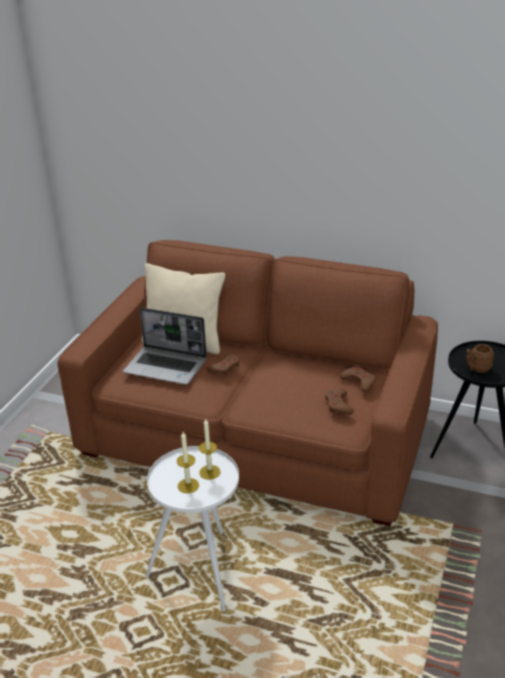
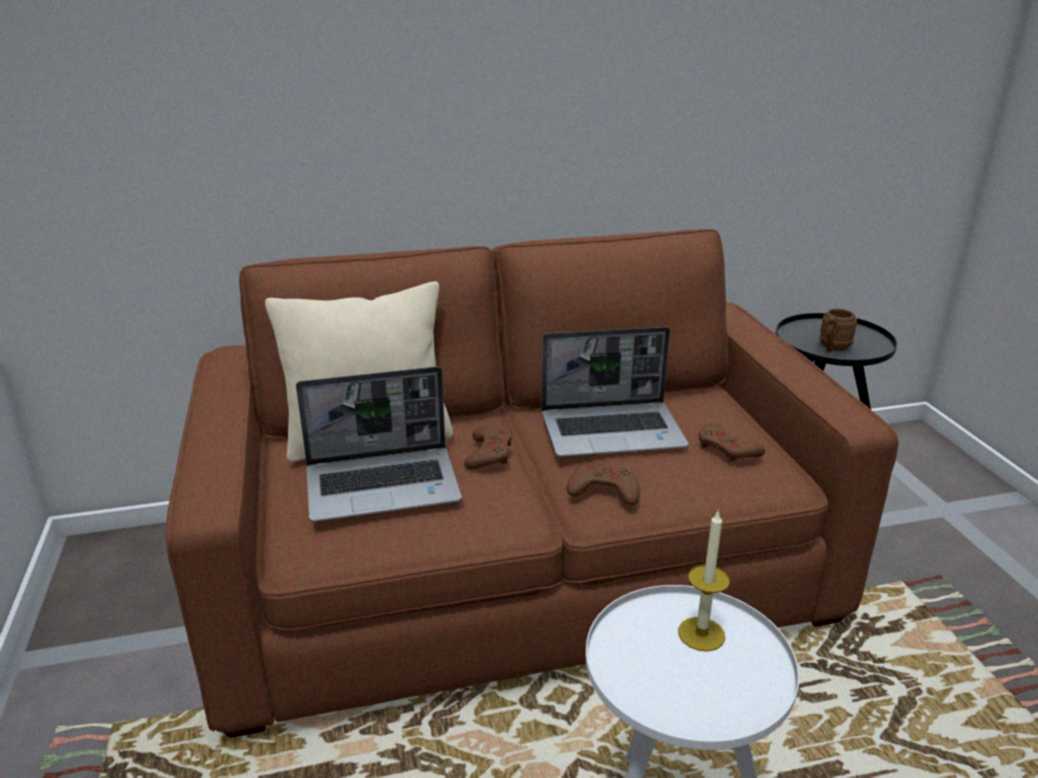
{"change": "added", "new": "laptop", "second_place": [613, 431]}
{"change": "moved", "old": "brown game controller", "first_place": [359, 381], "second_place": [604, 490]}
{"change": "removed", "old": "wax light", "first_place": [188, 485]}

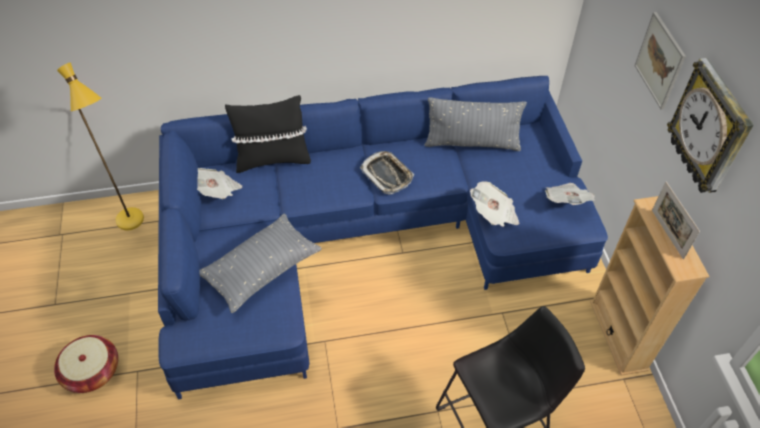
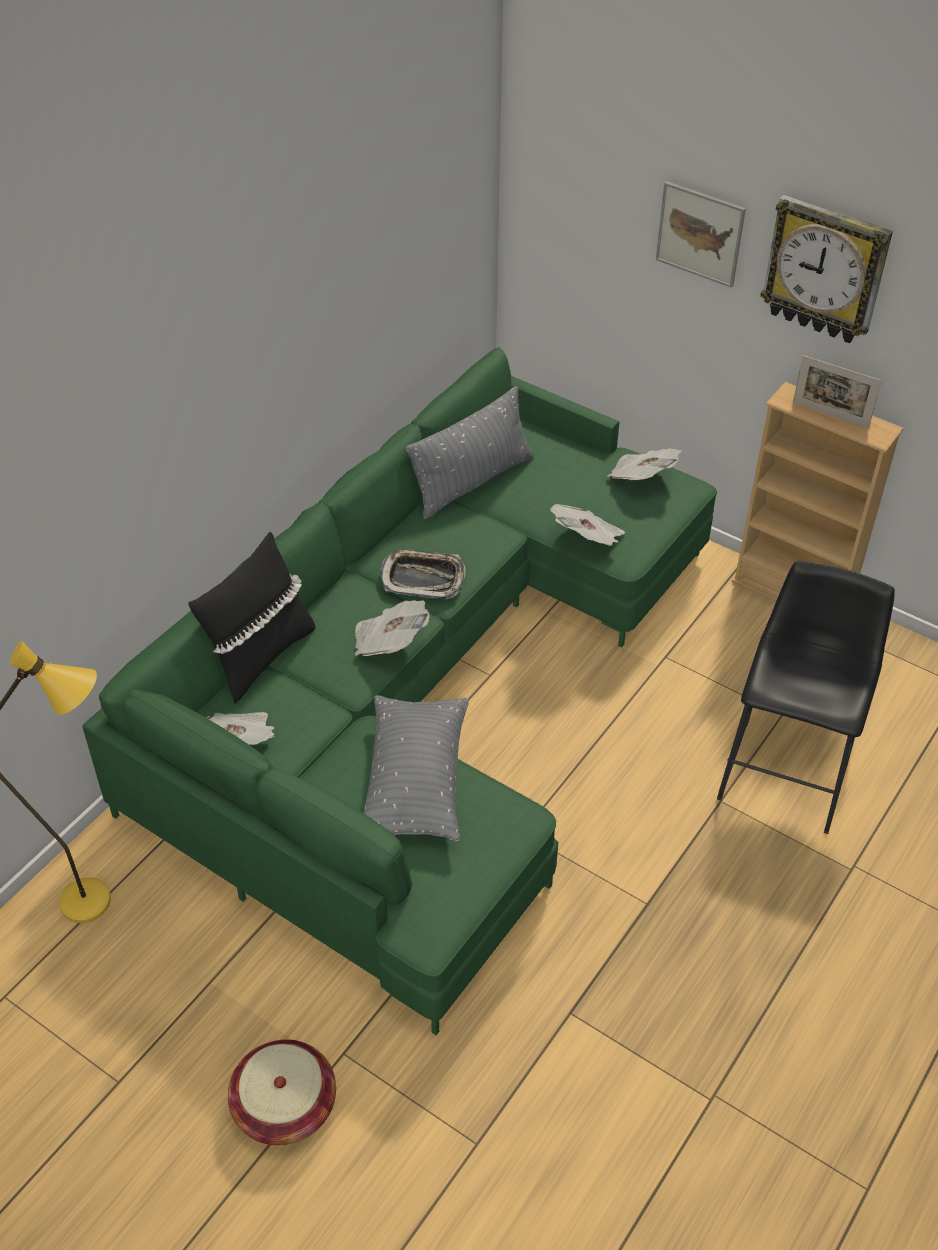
{"change": "recoloured", "old": "blue settee", "new": "greenish settee", "first_place": [361, 236], "second_place": [421, 692]}
{"change": "added", "new": "newspaper", "second_place": [389, 642]}

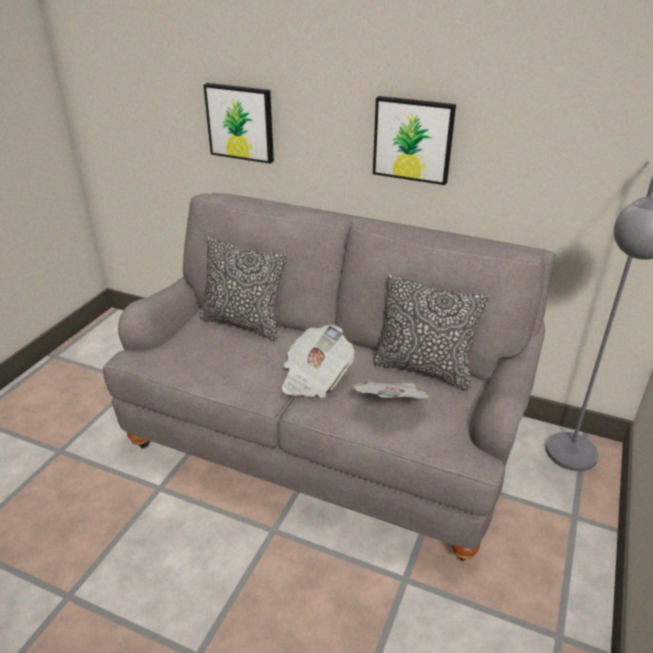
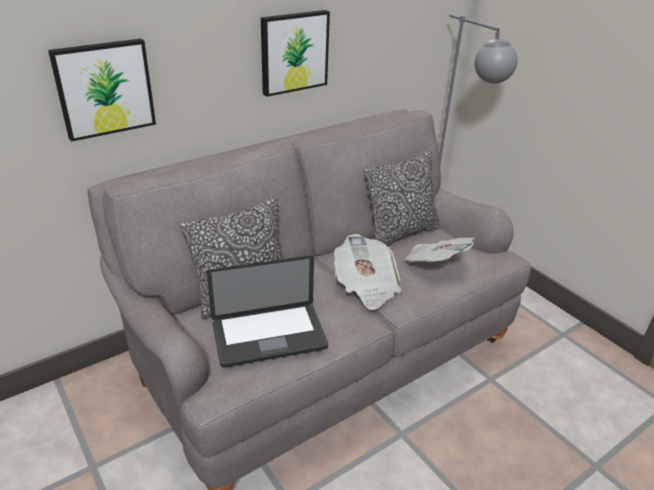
{"change": "added", "new": "laptop", "second_place": [269, 336]}

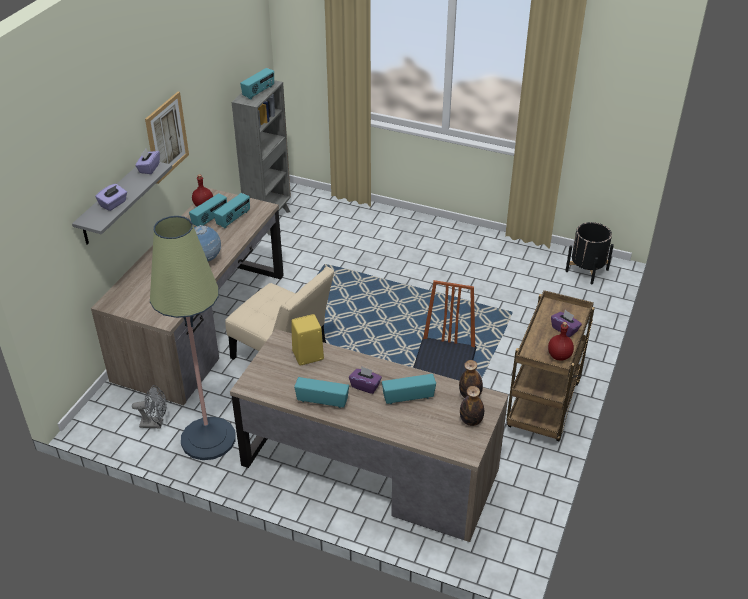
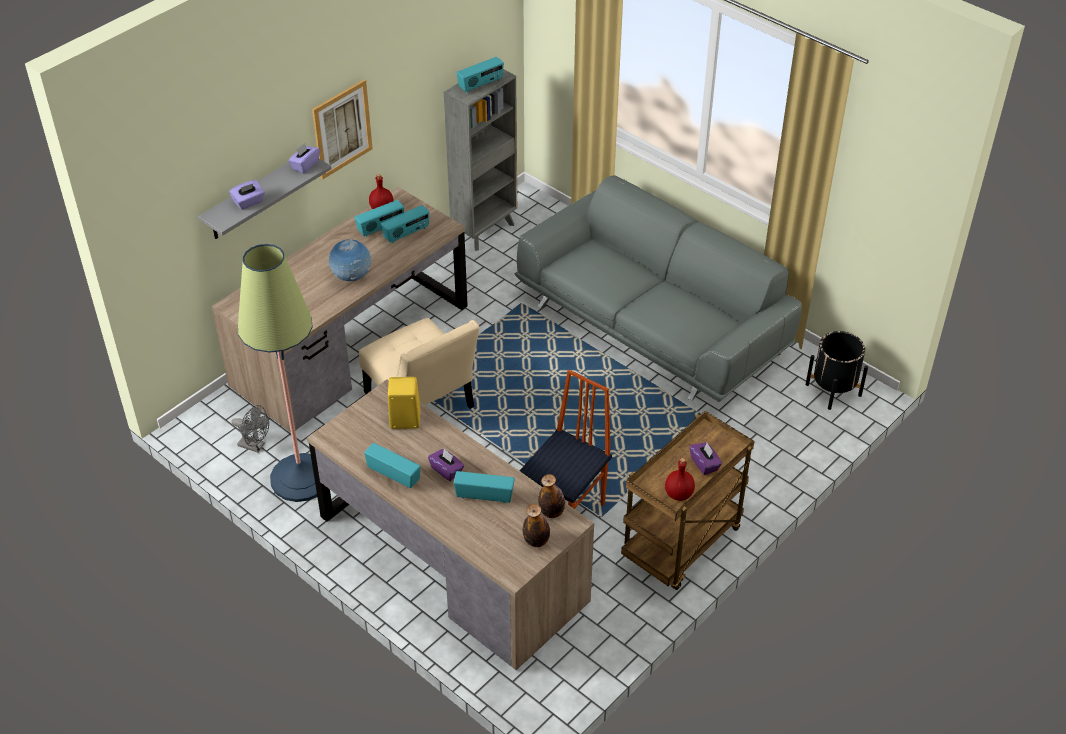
{"change": "added", "new": "gray settee", "second_place": [653, 326]}

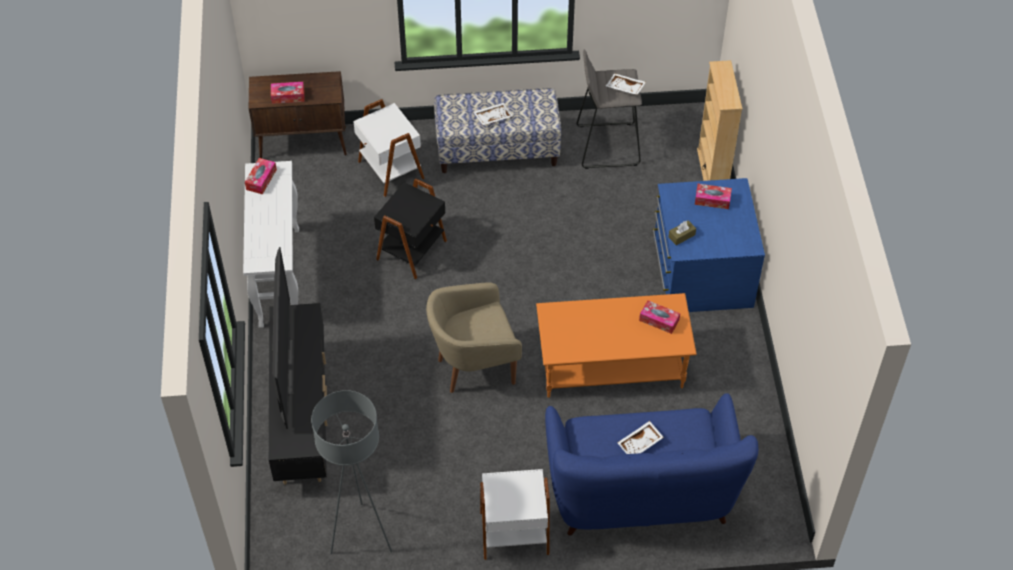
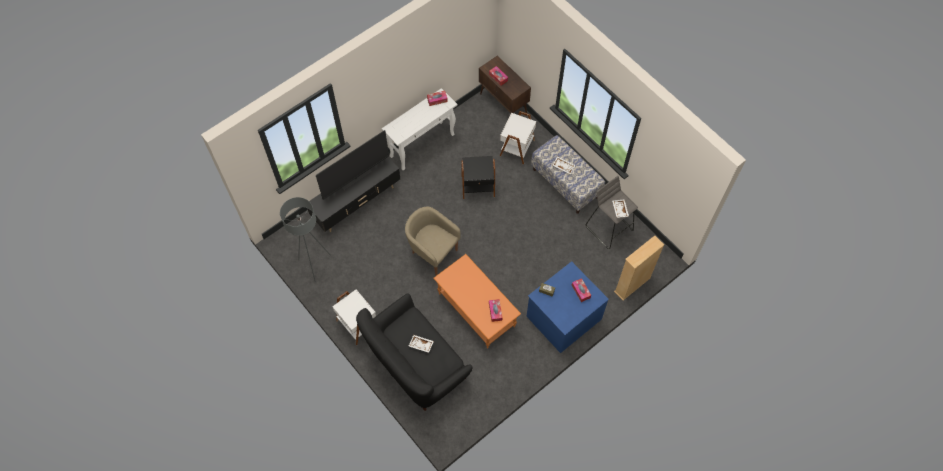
{"change": "recoloured", "old": "blue settee", "new": "black-coloured settee", "first_place": [640, 492], "second_place": [415, 364]}

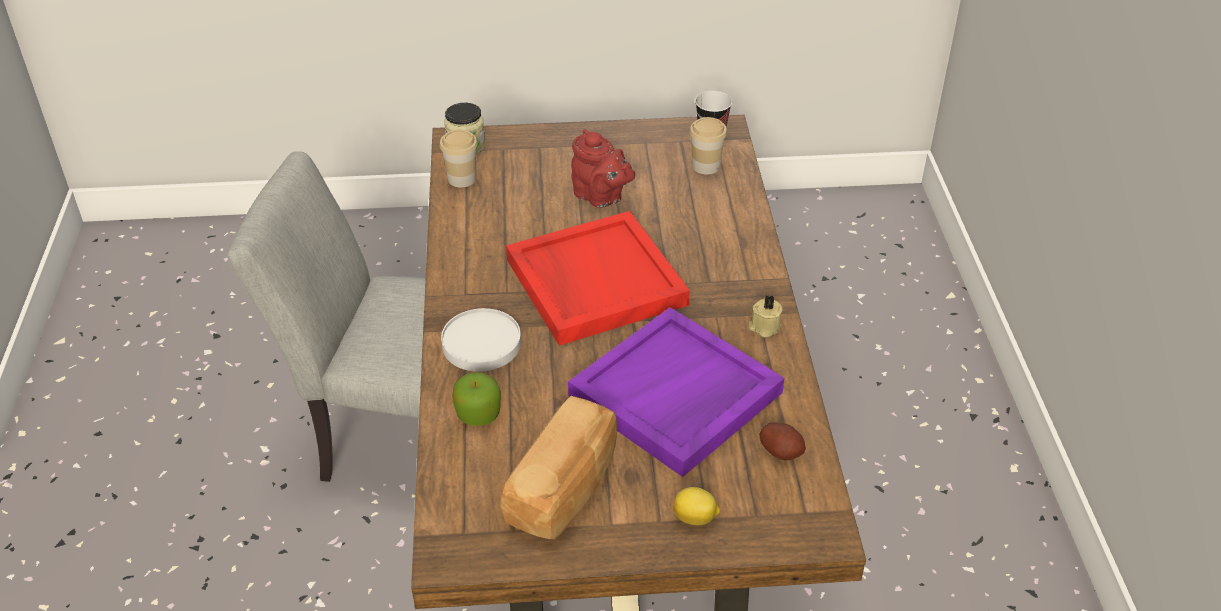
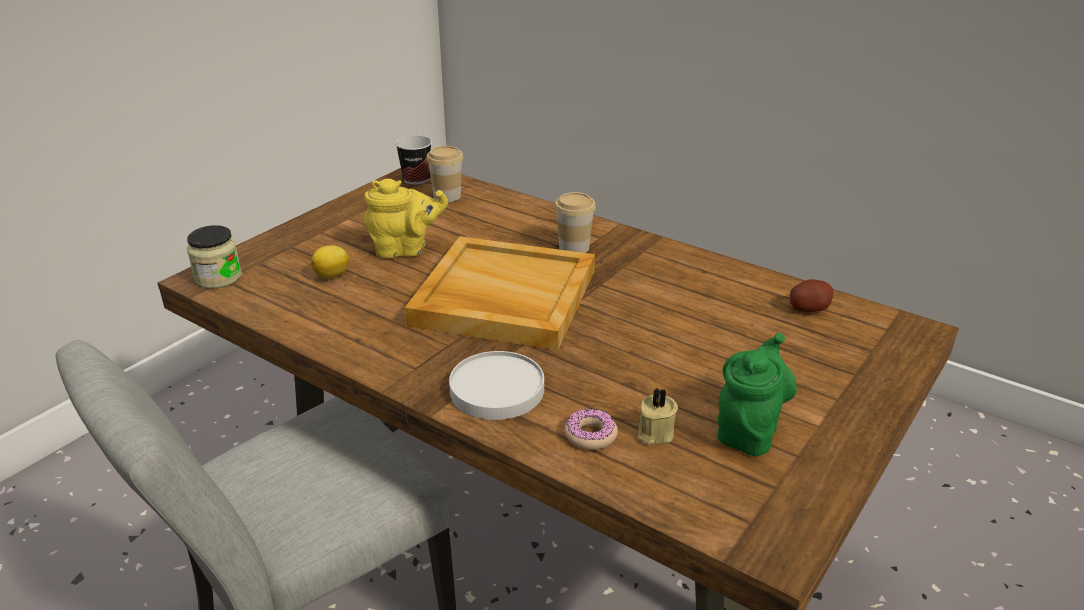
{"change": "moved", "old": "whole lemon", "first_place": [695, 518], "second_place": [333, 275]}
{"change": "recoloured", "old": "red teapot", "new": "yellow-coloured teapot", "first_place": [601, 197], "second_place": [405, 249]}
{"change": "recoloured", "old": "red serving tray", "new": "sand-coloured serving tray", "first_place": [594, 281], "second_place": [503, 298]}
{"change": "moved", "old": "small cup", "first_place": [462, 179], "second_place": [574, 247]}
{"change": "replaced", "old": "apple", "new": "ring doughnut", "first_place": [478, 413], "second_place": [590, 435]}
{"change": "moved", "old": "sand-coloured wax light", "first_place": [764, 327], "second_place": [654, 433]}
{"change": "replaced", "old": "bread", "new": "greenish teapot", "first_place": [565, 488], "second_place": [749, 430]}
{"change": "removed", "old": "purple-coloured serving tray", "first_place": [675, 396]}

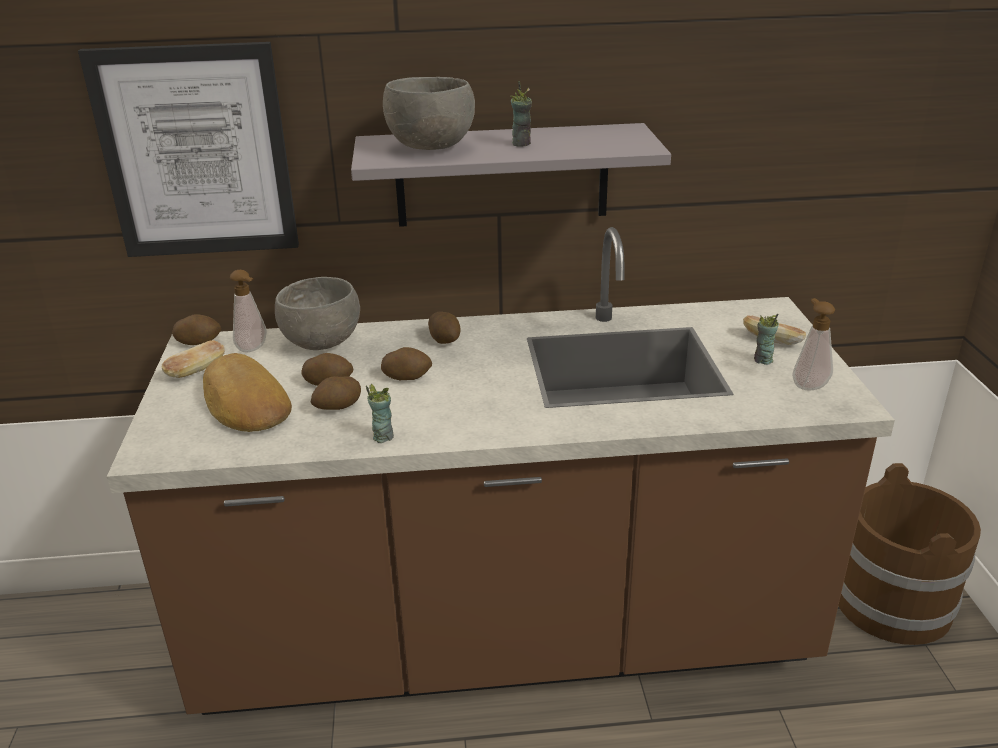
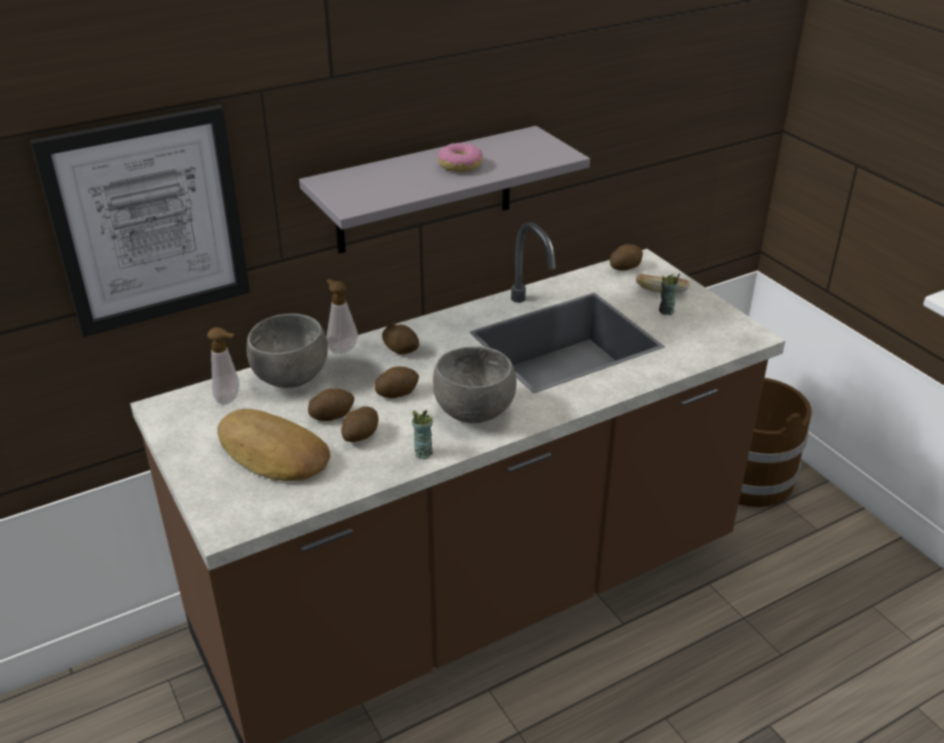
{"change": "moved", "old": "liquid soap bottle", "first_place": [808, 385], "second_place": [341, 348]}
{"change": "moved", "old": "gray deep dish", "first_place": [432, 147], "second_place": [475, 412]}
{"change": "replaced", "old": "small cup", "new": "ring doughnut", "first_place": [521, 143], "second_place": [460, 165]}
{"change": "moved", "old": "potato", "first_place": [199, 342], "second_place": [625, 267]}
{"change": "removed", "old": "bread", "first_place": [197, 371]}

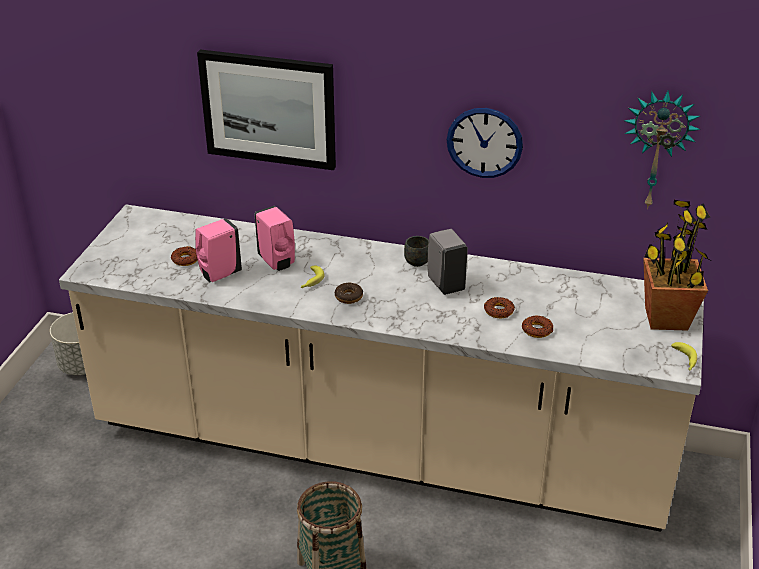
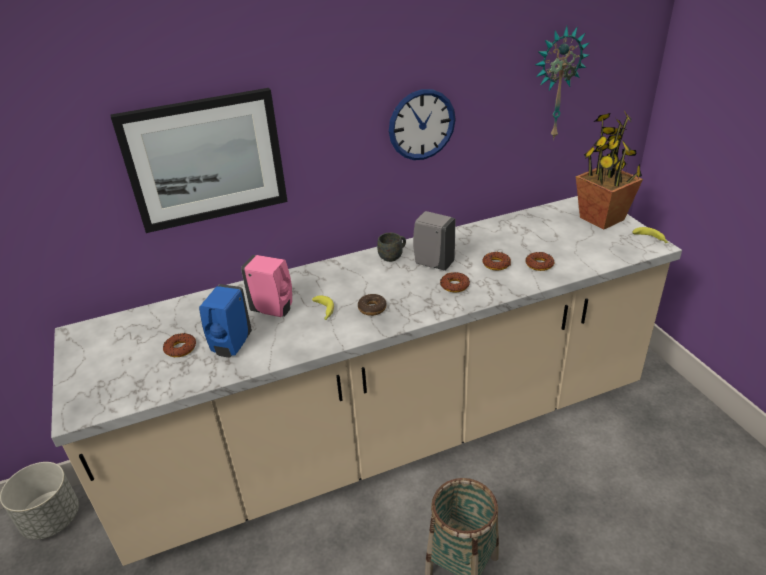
{"change": "recoloured", "old": "pink-coloured liquid soap bottle", "new": "blue liquid soap bottle", "first_place": [219, 274], "second_place": [231, 346]}
{"change": "added", "new": "ring doughnut", "second_place": [454, 285]}

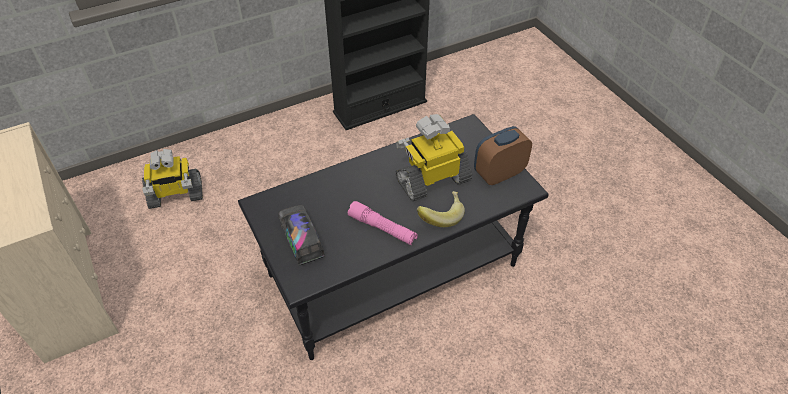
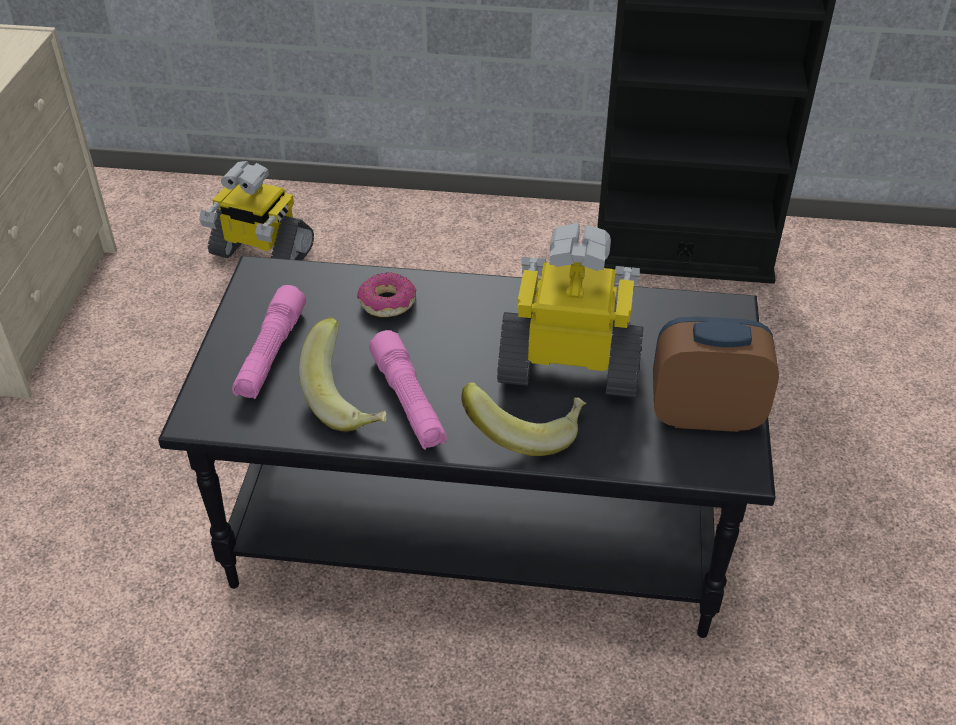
{"change": "replaced", "old": "model truck", "new": "pink-coloured torch", "first_place": [301, 239], "second_place": [271, 354]}
{"change": "added", "new": "whole banana", "second_place": [349, 399]}
{"change": "added", "new": "ring doughnut", "second_place": [387, 303]}

